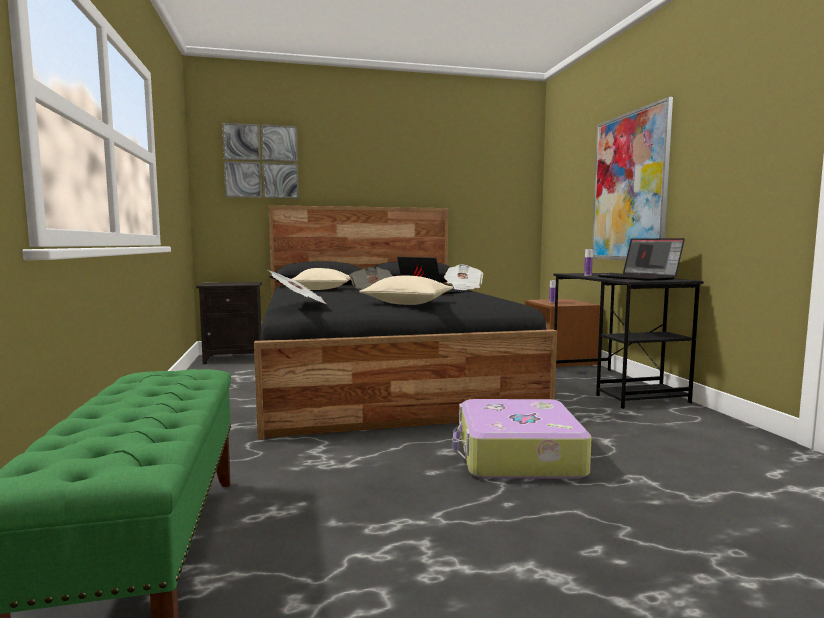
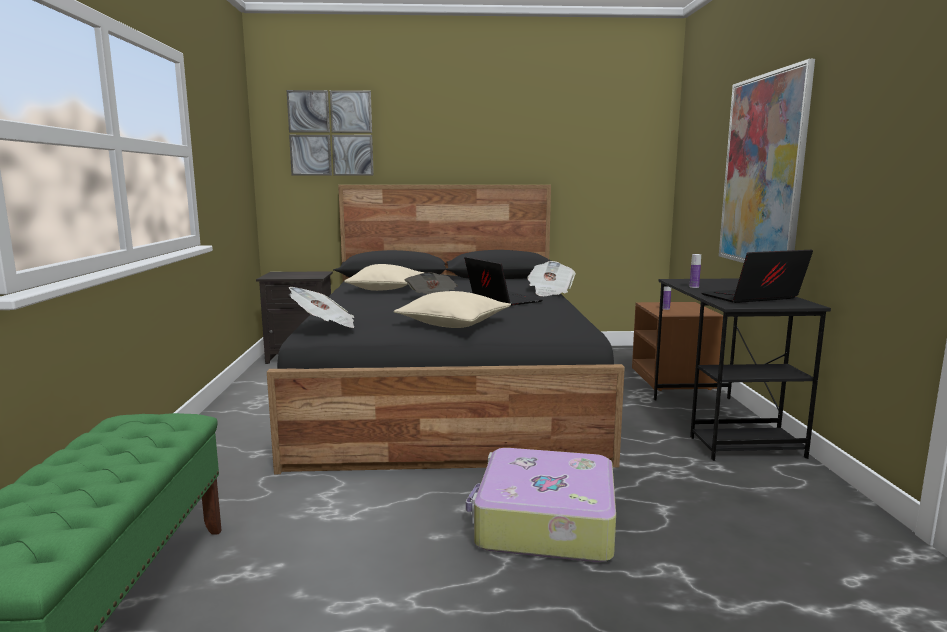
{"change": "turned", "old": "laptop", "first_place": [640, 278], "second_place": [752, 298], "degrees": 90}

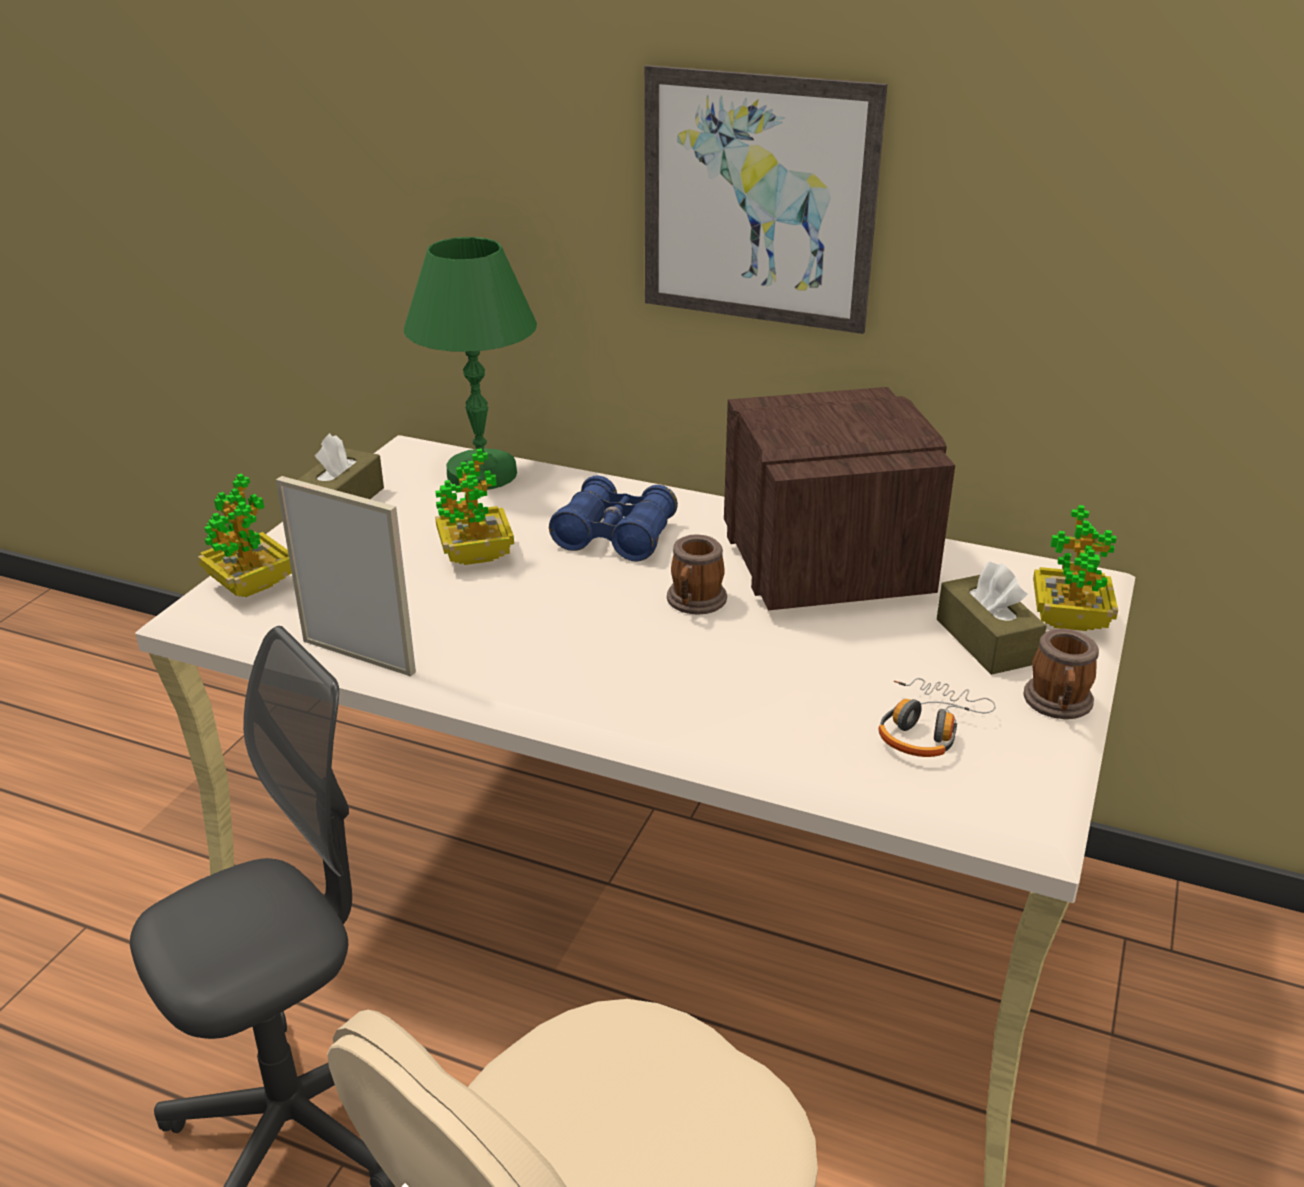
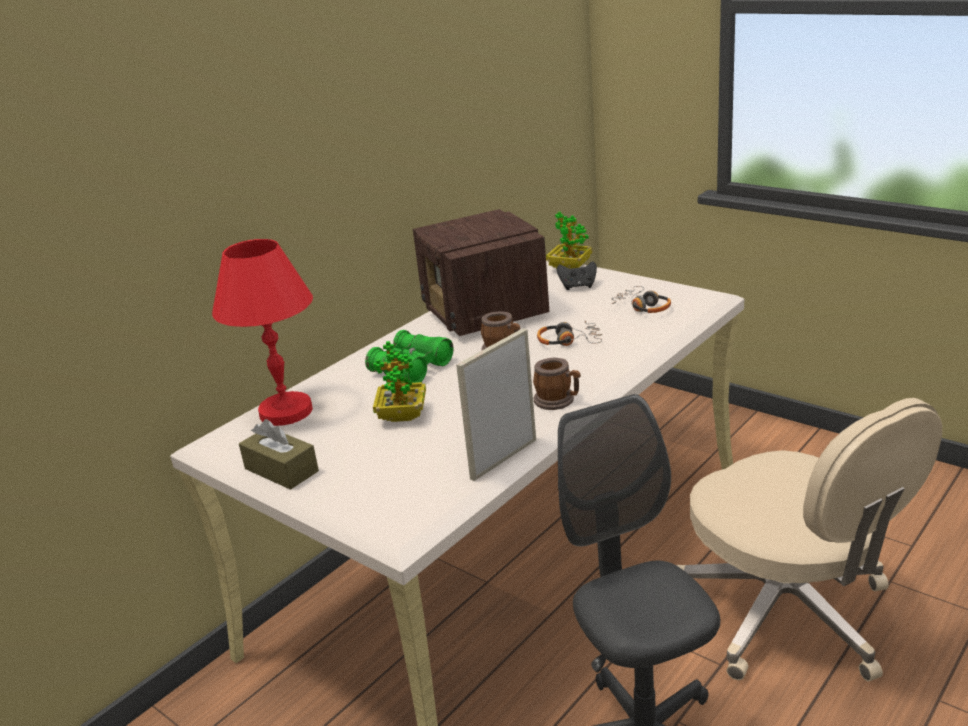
{"change": "recoloured", "old": "greenish table lamp", "new": "red table lamp", "first_place": [480, 474], "second_place": [286, 412]}
{"change": "recoloured", "old": "blue binoculars", "new": "greenish binoculars", "first_place": [615, 536], "second_place": [411, 369]}
{"change": "turned", "old": "radio receiver", "first_place": [824, 564], "second_place": [484, 314], "degrees": -120}
{"change": "moved", "old": "tea mug", "first_place": [1058, 705], "second_place": [558, 401]}
{"change": "added", "new": "pair of headphones", "second_place": [569, 341]}
{"change": "replaced", "old": "brown tissue box", "new": "black-coloured game controller", "first_place": [986, 641], "second_place": [578, 286]}
{"change": "removed", "old": "potted plant", "first_place": [251, 586]}
{"change": "removed", "old": "wall picture", "first_place": [758, 201]}

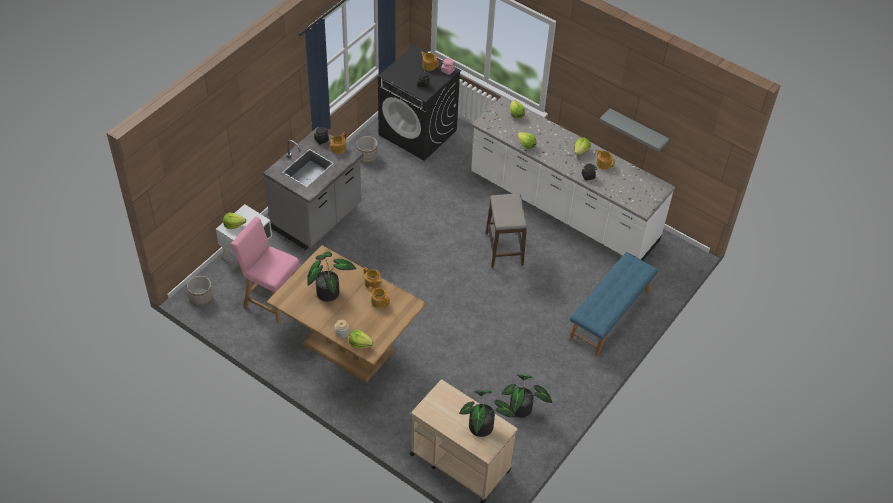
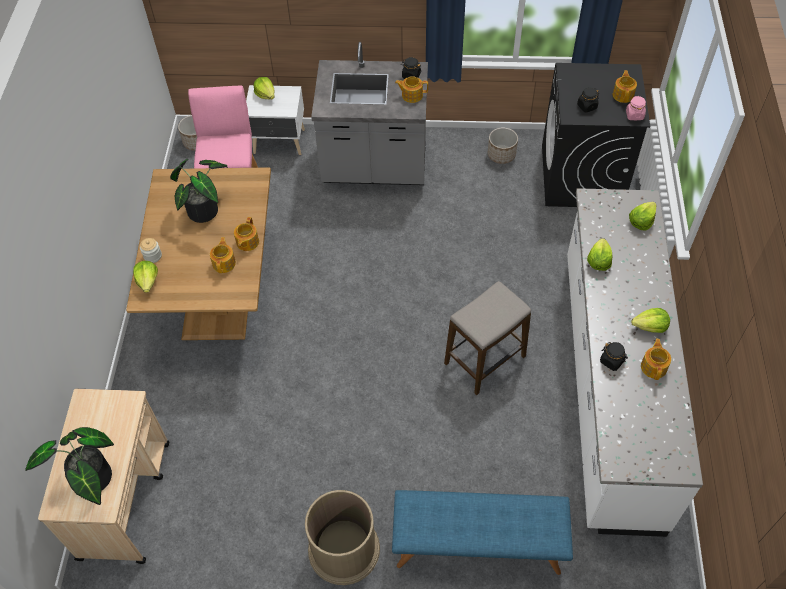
{"change": "added", "new": "brown trash can", "second_place": [343, 549]}
{"change": "removed", "old": "potted plant", "first_place": [522, 410]}
{"change": "removed", "old": "gray bracket shelf", "first_place": [637, 131]}

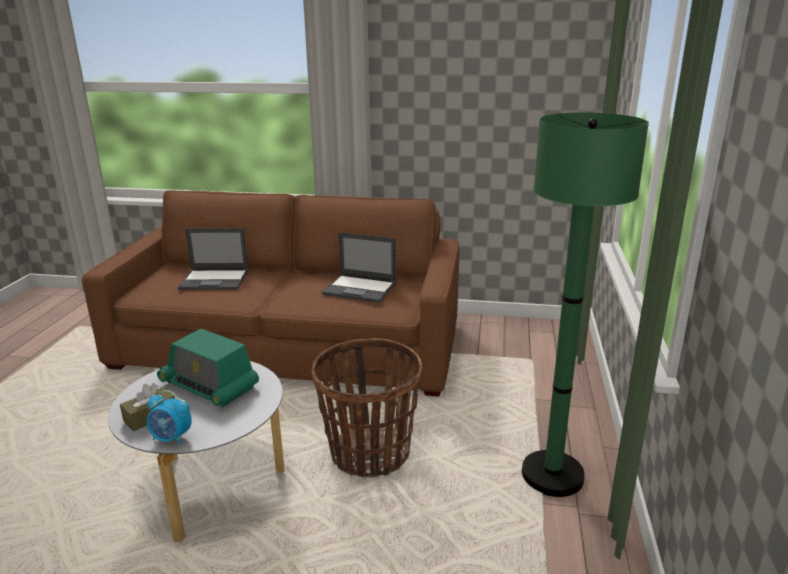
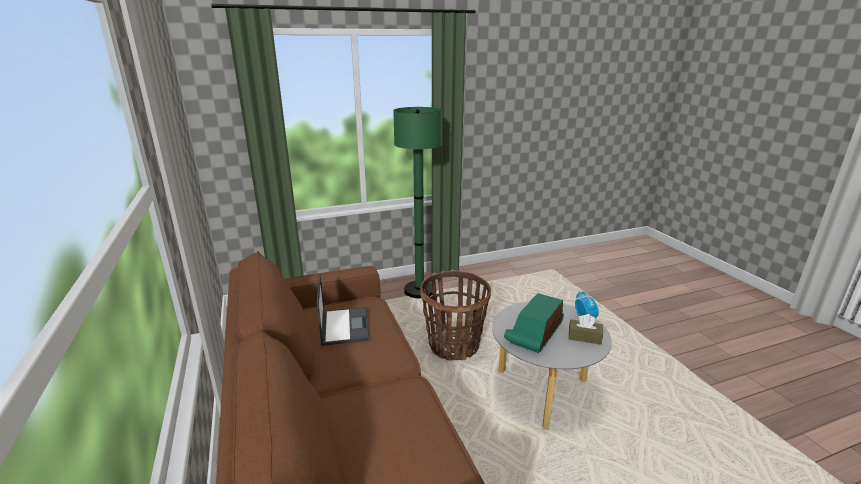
{"change": "turned", "old": "radio receiver", "first_place": [209, 385], "second_place": [535, 333], "degrees": -150}
{"change": "removed", "old": "laptop", "first_place": [215, 280]}

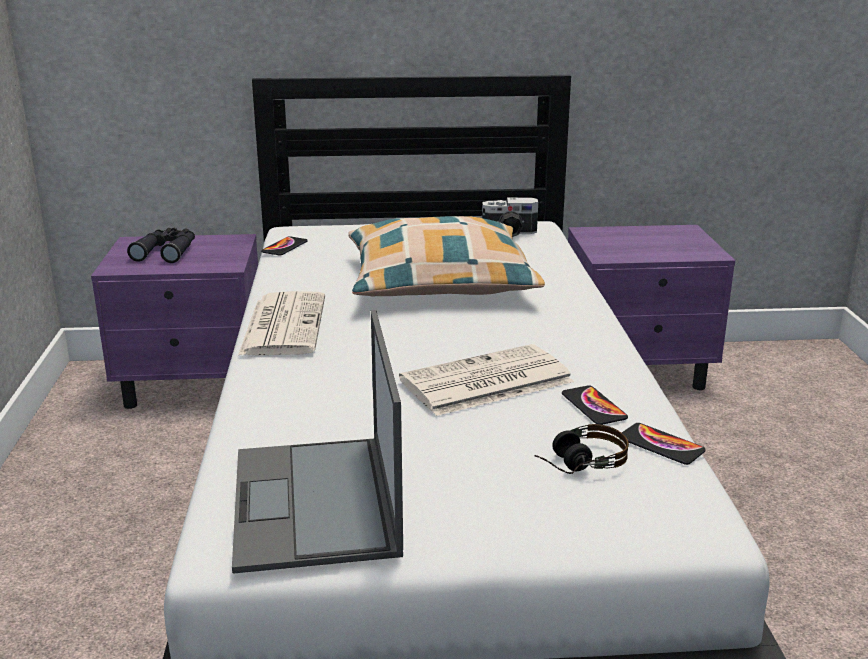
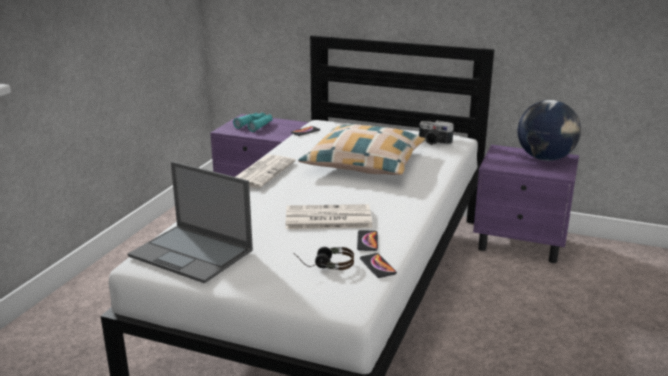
{"change": "turned", "old": "laptop", "first_place": [316, 503], "second_place": [192, 253], "degrees": -75}
{"change": "recoloured", "old": "black-coloured binoculars", "new": "turquoise-coloured binoculars", "first_place": [167, 252], "second_place": [255, 125]}
{"change": "added", "new": "desk globe", "second_place": [545, 159]}

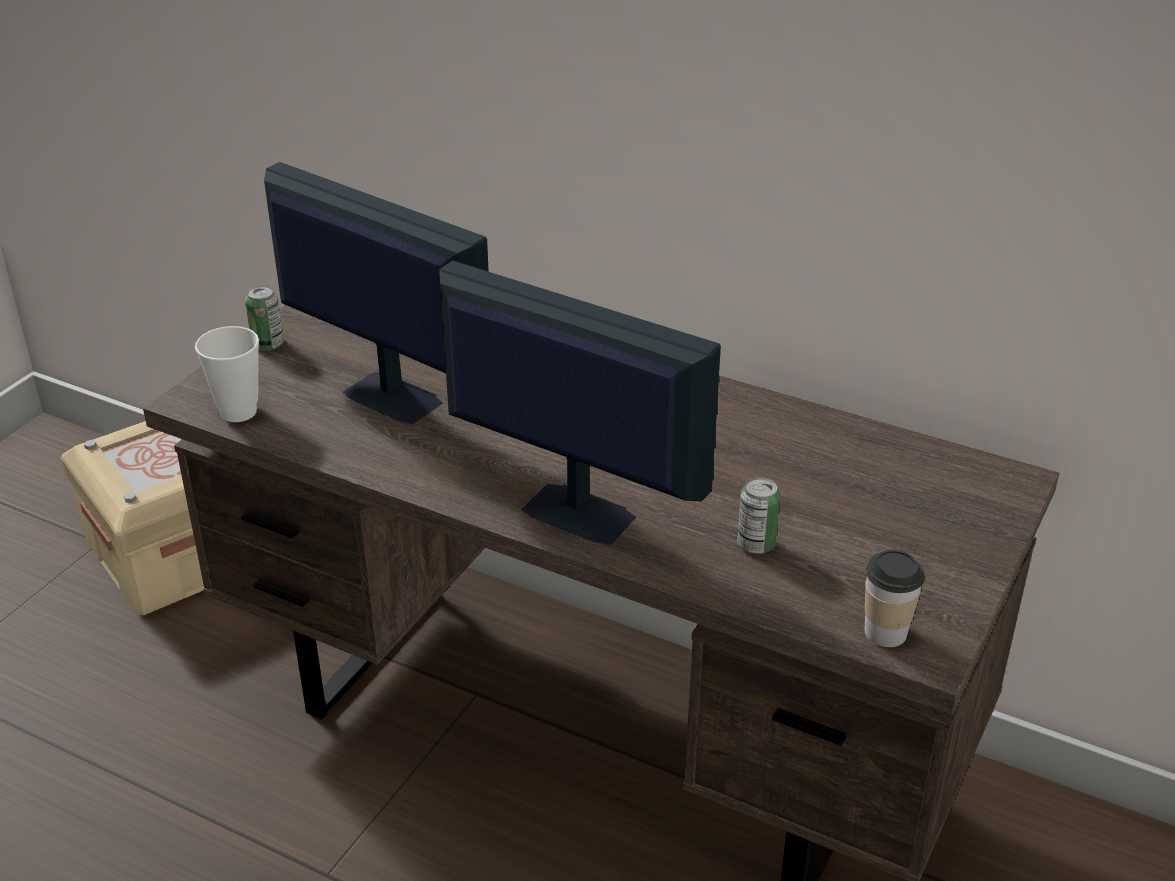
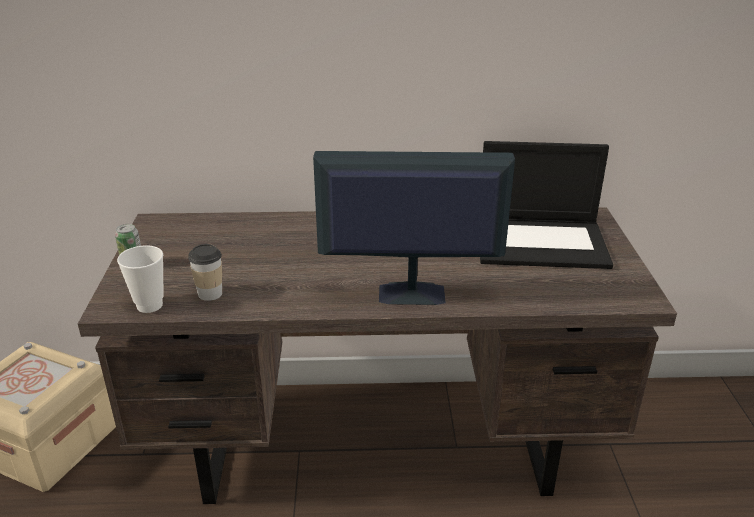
{"change": "moved", "old": "small cup", "first_place": [885, 632], "second_place": [210, 294]}
{"change": "added", "new": "laptop", "second_place": [542, 242]}
{"change": "removed", "old": "computer display", "first_place": [390, 396]}
{"change": "removed", "old": "metal can", "first_place": [756, 544]}

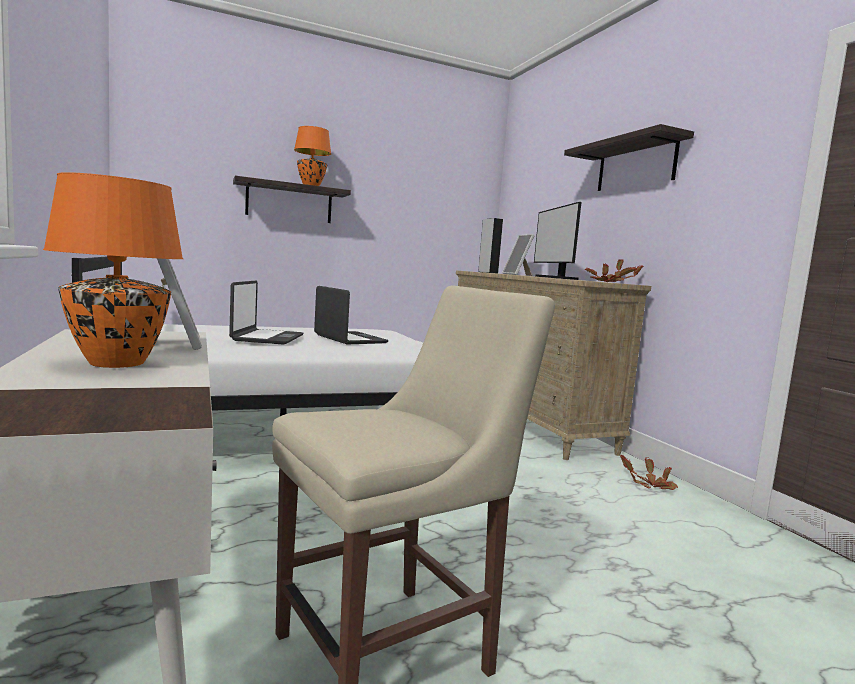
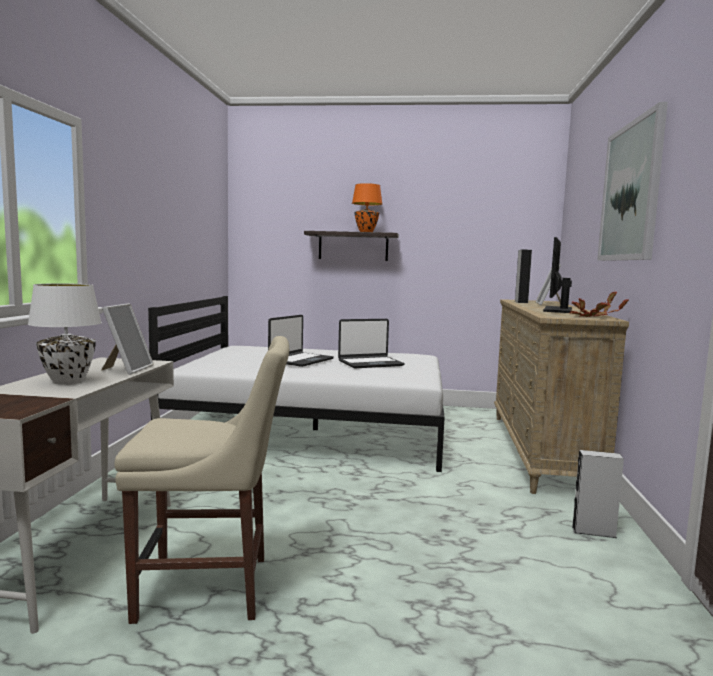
{"change": "recoloured", "old": "orangey table lamp", "new": "whitish table lamp", "first_place": [115, 363], "second_place": [67, 381]}
{"change": "turned", "old": "laptop", "first_place": [349, 339], "second_place": [370, 363], "degrees": 75}
{"change": "replaced", "old": "potted plant", "new": "gray audio speaker", "first_place": [650, 485], "second_place": [593, 531]}
{"change": "replaced", "old": "bracket shelf", "new": "wall picture", "first_place": [636, 165], "second_place": [631, 192]}

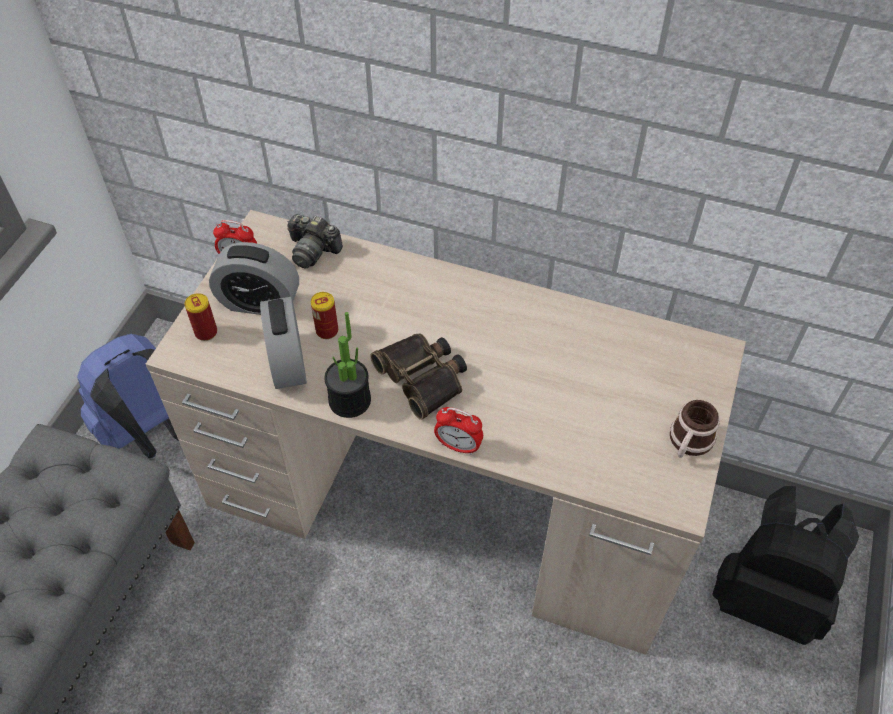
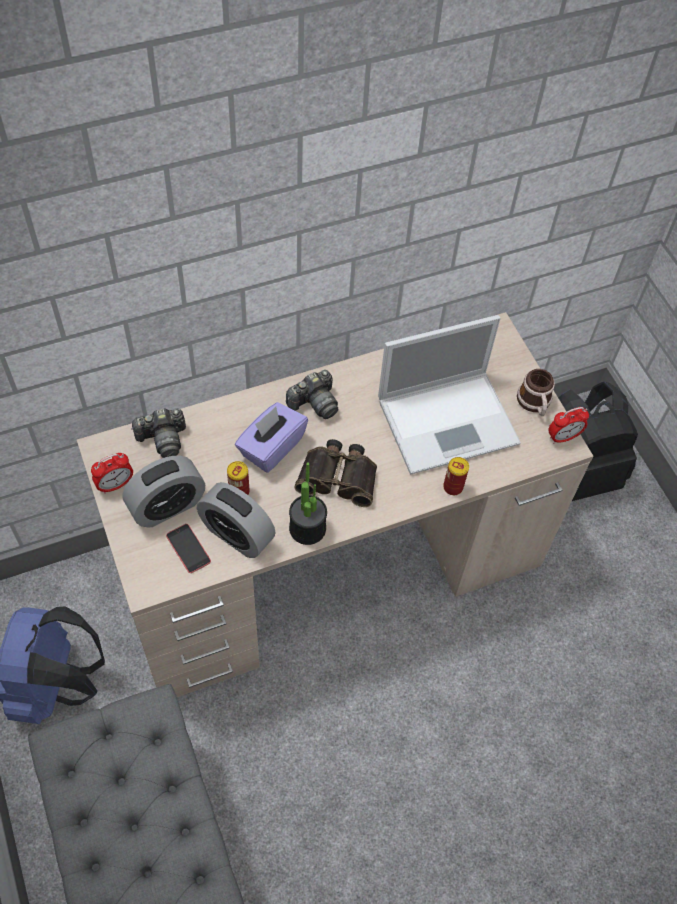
{"change": "added", "new": "telephone", "second_place": [188, 548]}
{"change": "added", "new": "purple-coloured tissue box", "second_place": [271, 447]}
{"change": "added", "new": "photo camera", "second_place": [314, 403]}
{"change": "added", "new": "laptop", "second_place": [450, 420]}
{"change": "moved", "old": "metal can", "first_place": [206, 332], "second_place": [453, 487]}
{"change": "moved", "old": "alarm clock", "first_place": [458, 446], "second_place": [563, 437]}

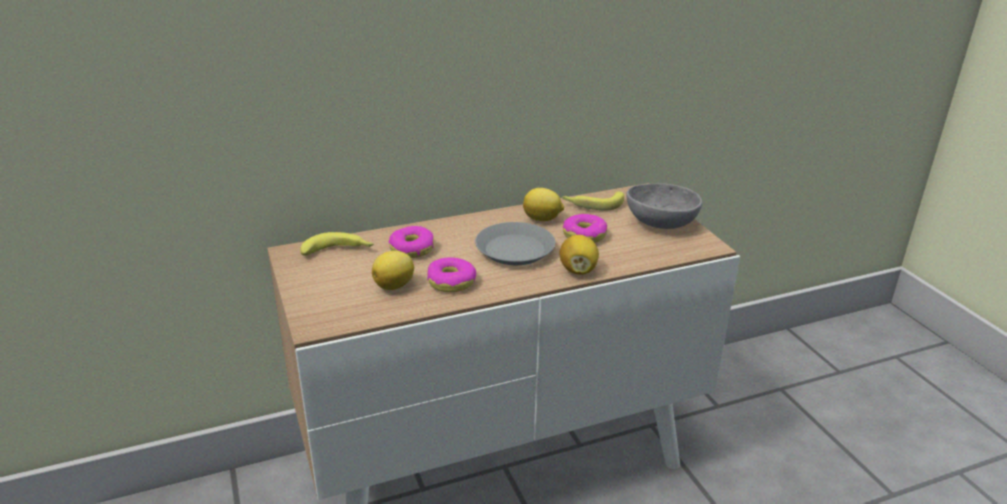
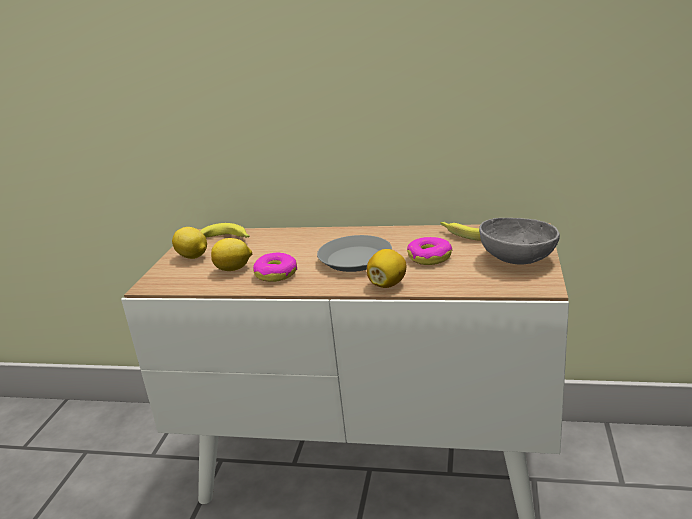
{"change": "moved", "old": "whole lemon", "first_place": [542, 219], "second_place": [193, 257]}
{"change": "removed", "old": "ring doughnut", "first_place": [411, 249]}

